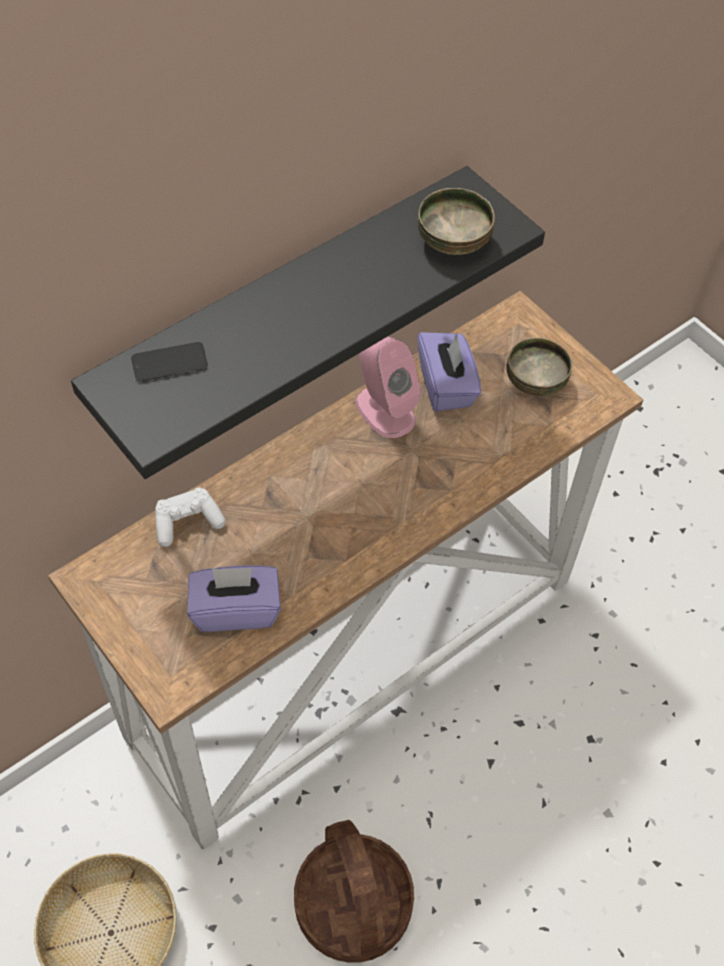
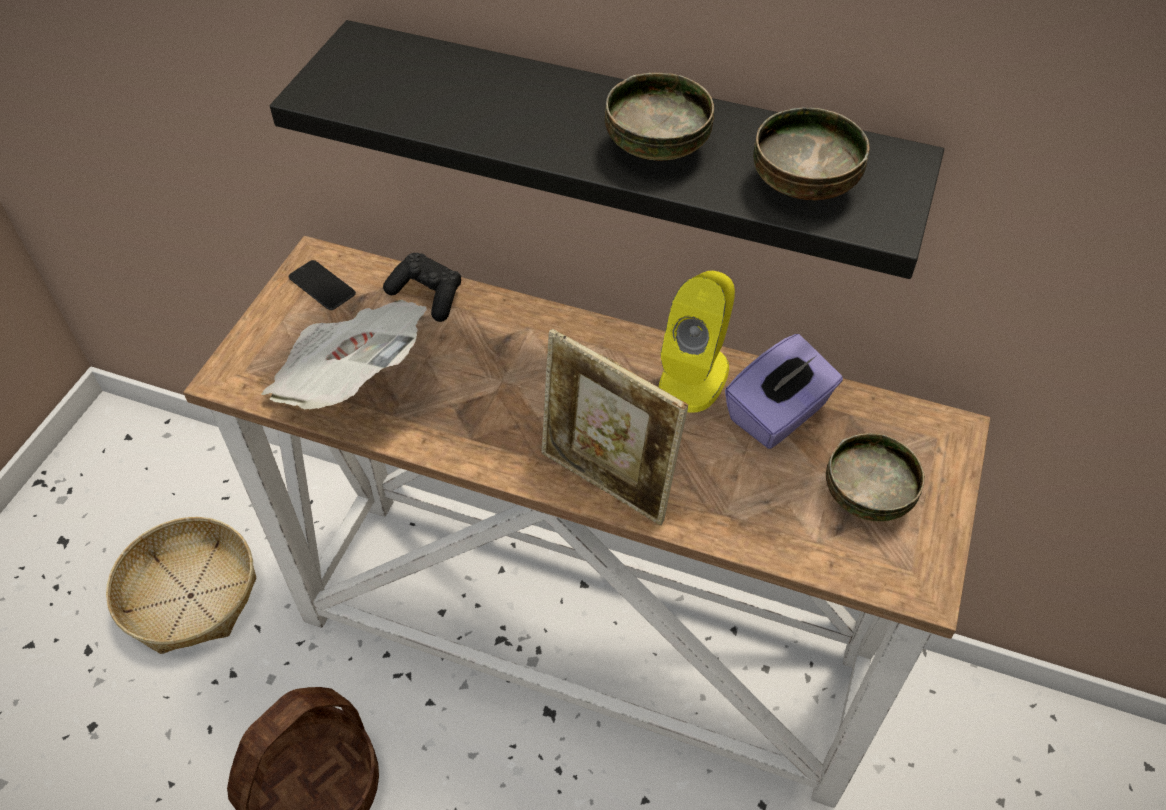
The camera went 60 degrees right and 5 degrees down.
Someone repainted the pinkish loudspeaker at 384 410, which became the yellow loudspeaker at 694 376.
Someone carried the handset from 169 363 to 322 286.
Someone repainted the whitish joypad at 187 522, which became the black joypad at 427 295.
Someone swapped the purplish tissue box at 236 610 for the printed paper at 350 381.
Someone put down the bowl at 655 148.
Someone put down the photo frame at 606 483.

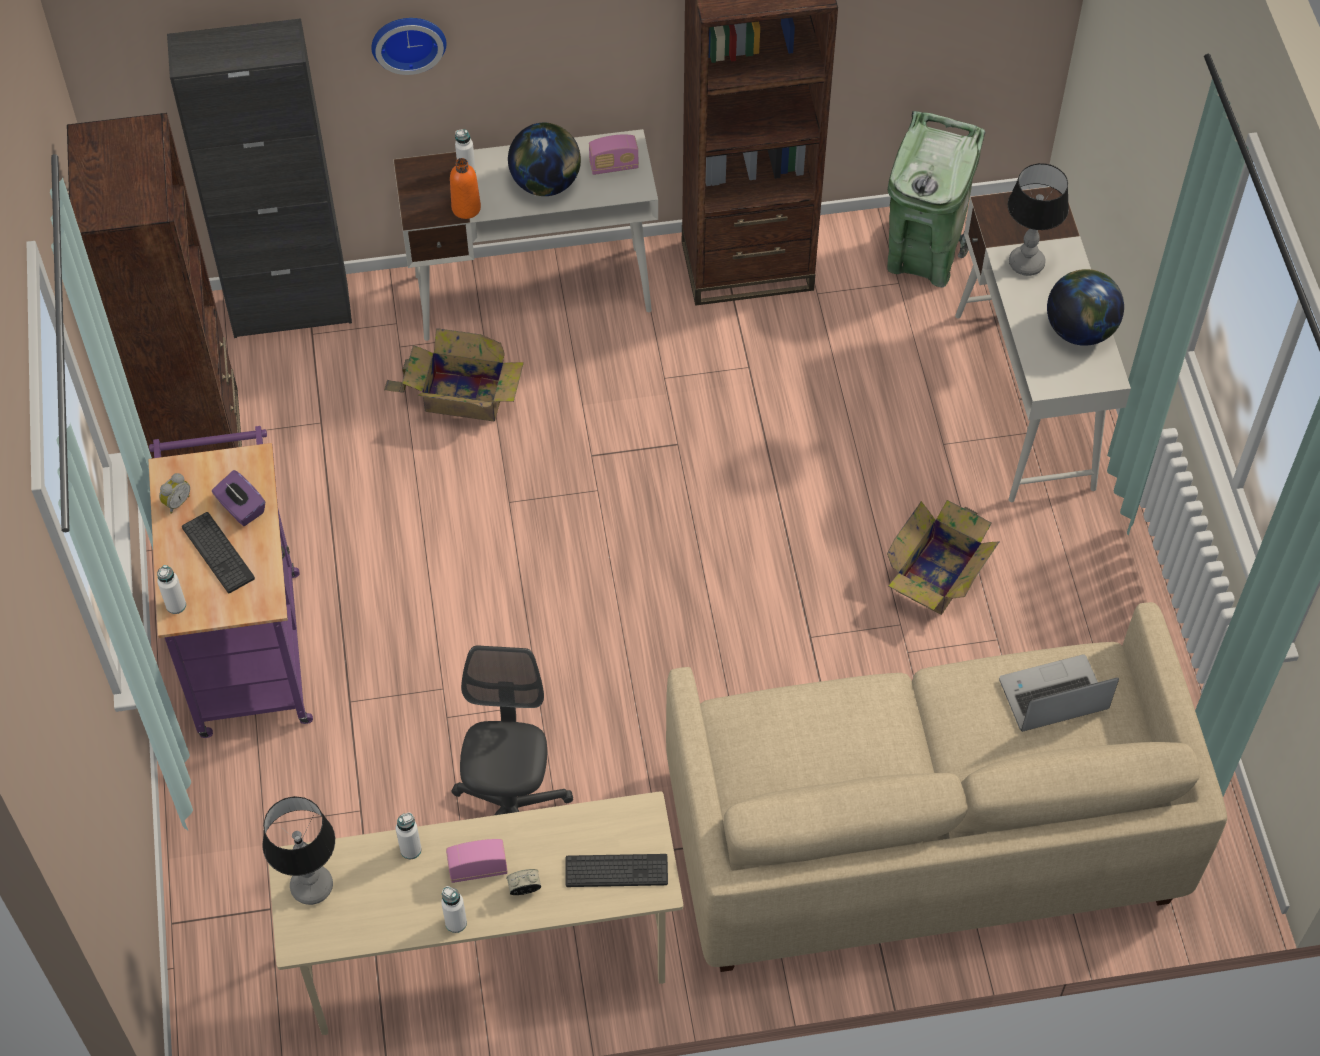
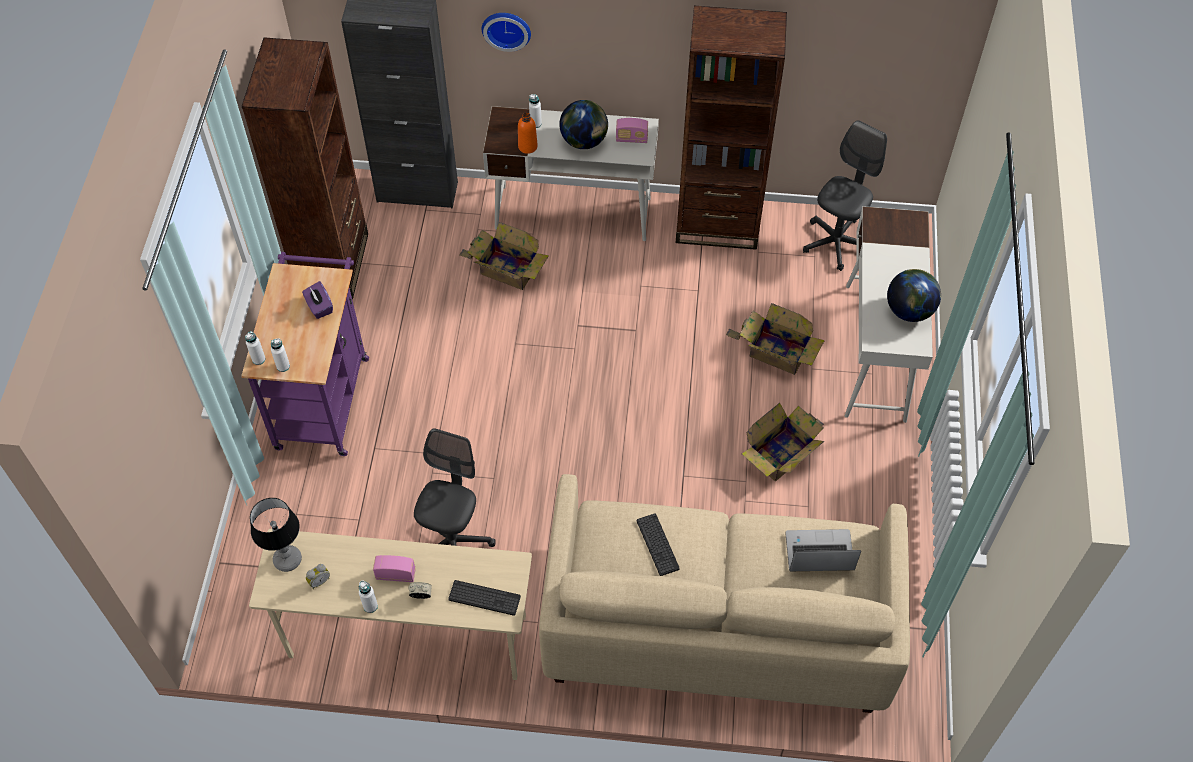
The camera went 15 degrees right and 0 degrees up.
Someone swapped the greenish waste bin at 923 257 for the grey desk chair at 836 243.
Someone took away the table lamp at 1026 262.
Someone carried the table clock from 176 502 to 319 581.
Someone carried the computer keyboard from 218 553 to 657 544.
Someone carried the whitish bottle from 410 849 to 283 366.
Someone put down the carton at 776 351.

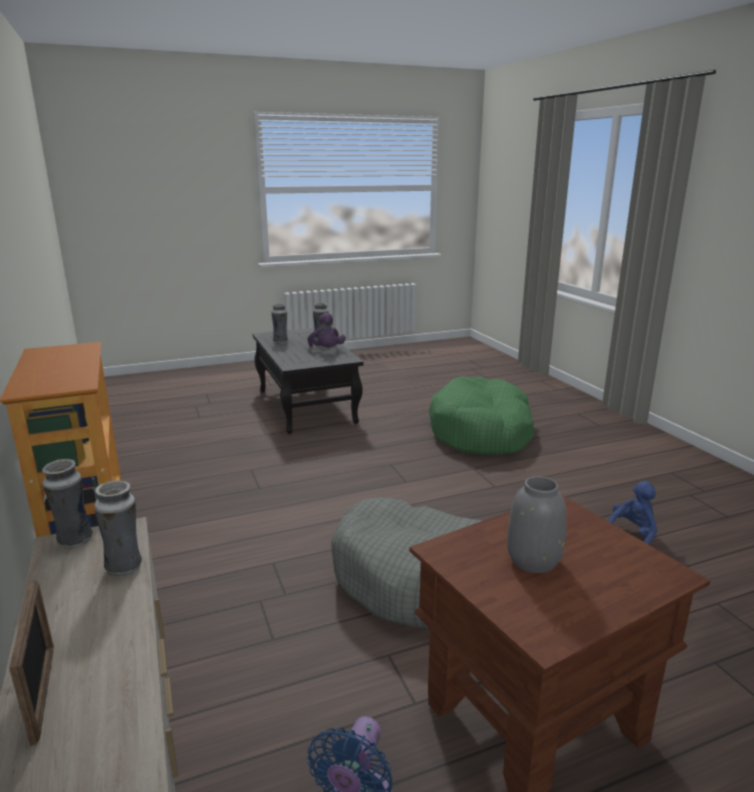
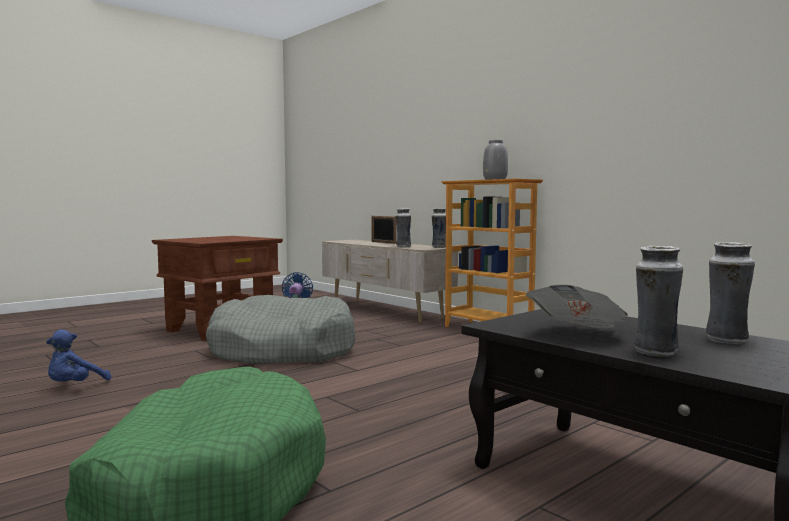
The camera went 160 degrees right and 15 degrees down.
Someone swapped the purplish soft toy at 327 350 for the printed paper at 578 335.
Someone carried the grey vase from 532 560 to 495 180.

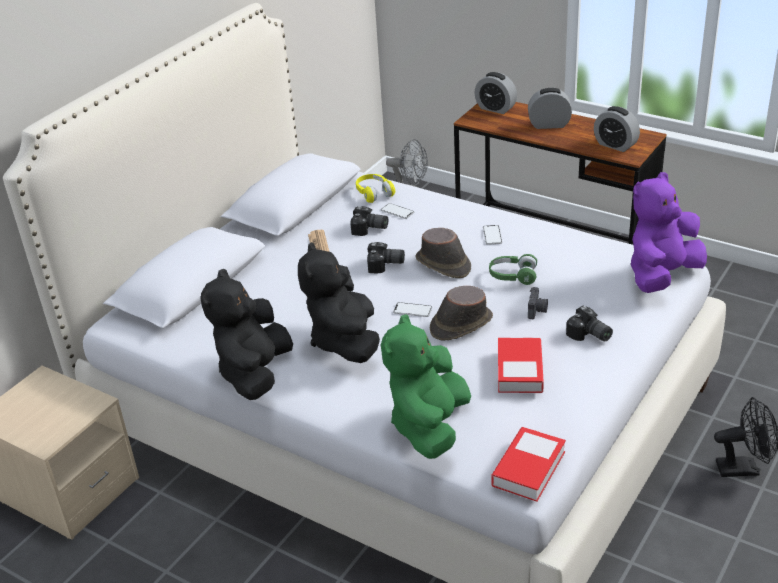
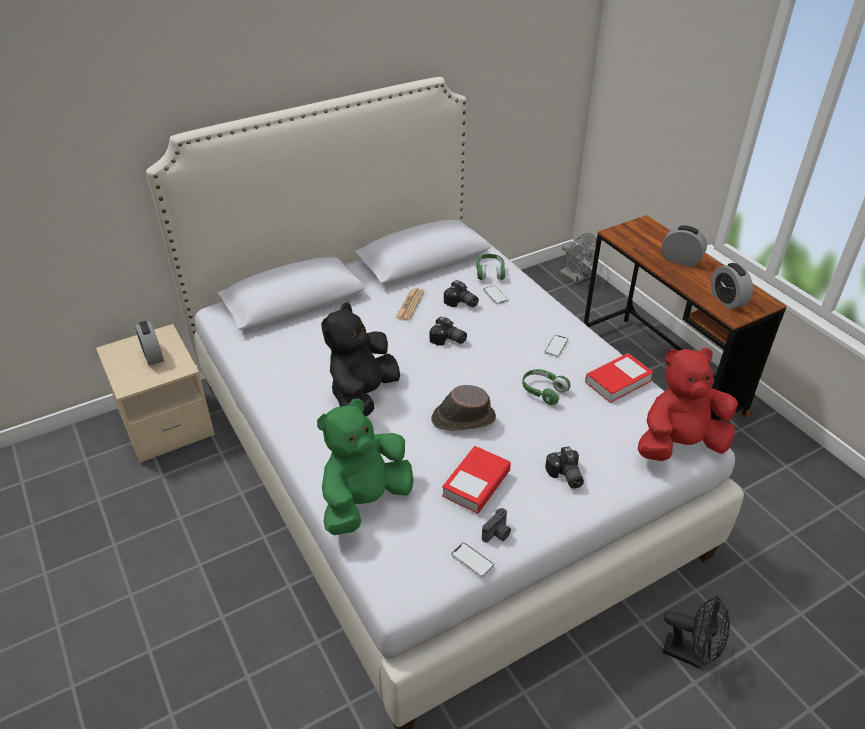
The camera went 25 degrees right and 5 degrees up.
Someone carried the table clock from 495 108 to 153 356.
Someone repainted the purplish soft toy at 661 275, which became the reddish soft toy at 679 444.
Someone repainted the yellow headset at 374 193, which became the greenish headset at 490 272.
Someone took away the brownish wearable hat at 443 265.
Someone took away the black soft toy at 255 373.
Someone carried the still camera from 537 310 to 497 534.
Someone carried the handset from 412 310 to 472 560.
Someone carried the volume from 528 469 to 618 381.

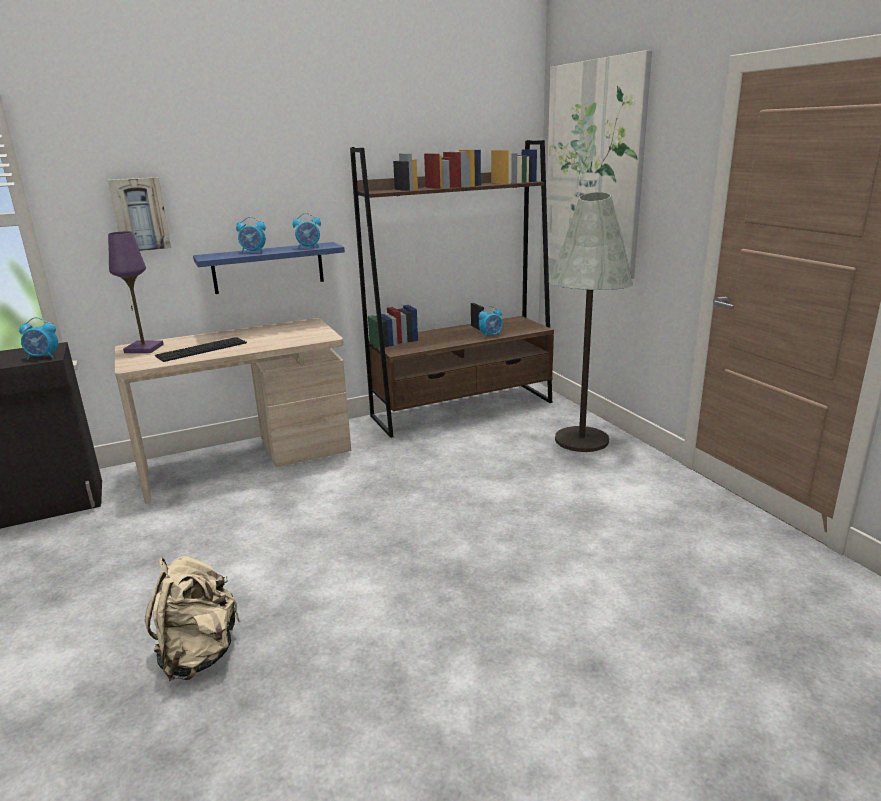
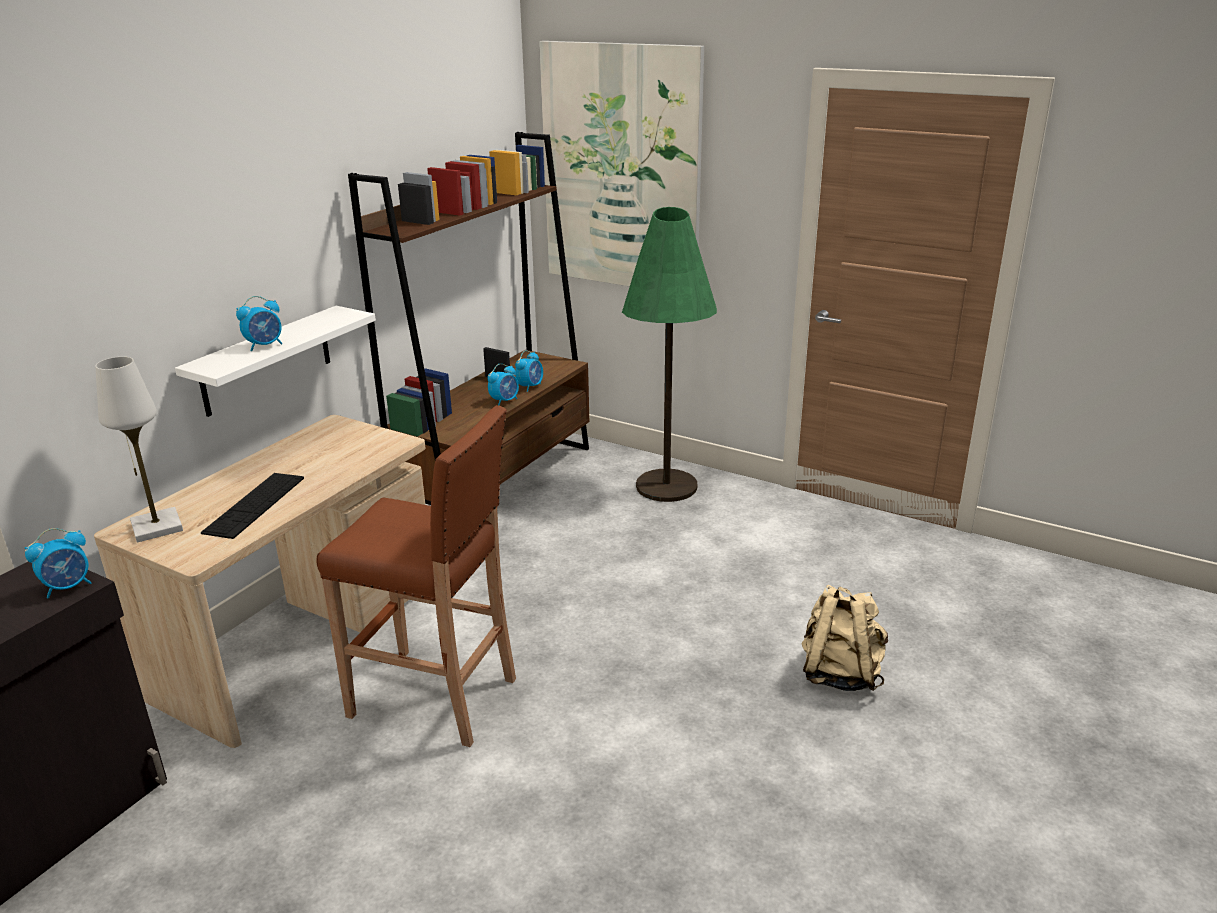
The camera went 35 degrees left and 5 degrees up.
Someone took away the picture at 140 214.
Someone repainted the grey standard lamp at 581 440, which became the greenish standard lamp at 666 486.
Someone carried the table clock from 309 247 to 505 401.
Someone repainted the purplish table lamp at 144 349, which became the whitish table lamp at 157 527.
Someone repainted the blue wall shelf at 268 268, which became the whitish wall shelf at 266 361.
Someone carried the sand-coloured knapsack from 199 654 to 839 673.
Someone put down the brownish stool at 437 698.

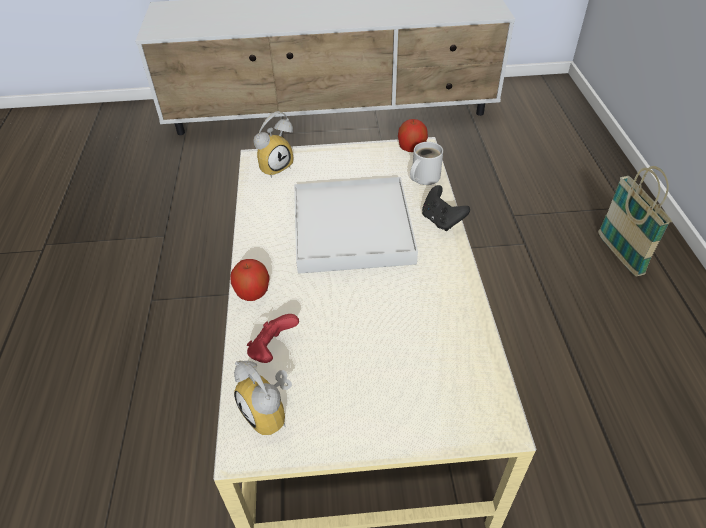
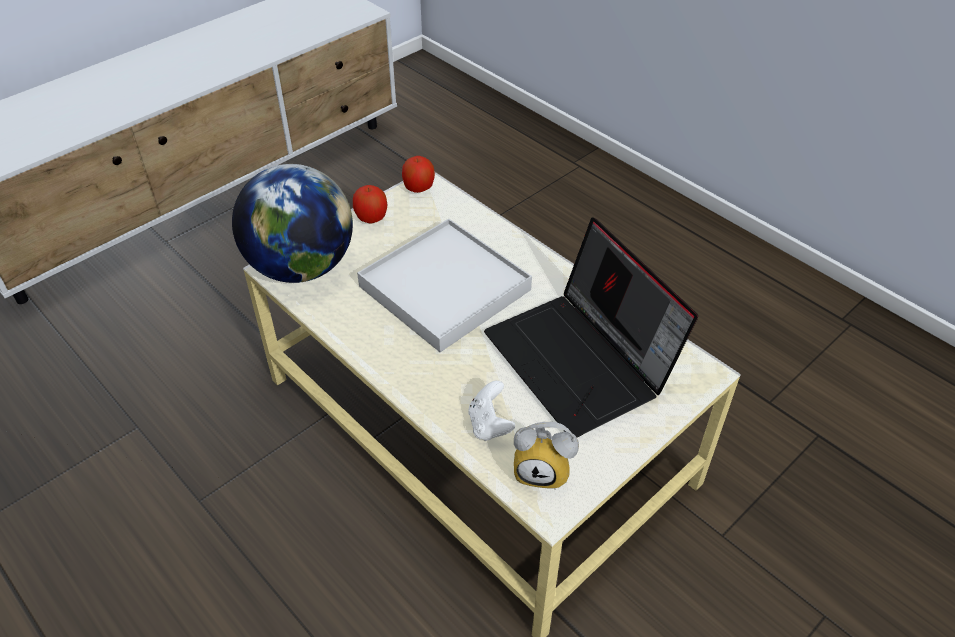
The camera went 40 degrees left and 0 degrees up.
Someone swapped the table clock at 274 166 for the globe at 301 267.
Someone took away the whitish mug at 423 177.
Someone took away the household basket at 619 255.
Someone took away the black joypad at 441 220.
Someone carried the apple fruit from 253 293 to 371 218.
Someone repainted the reddish joypad at 272 349, which became the whitish joypad at 489 425.
Someone put down the notebook computer at 582 362.

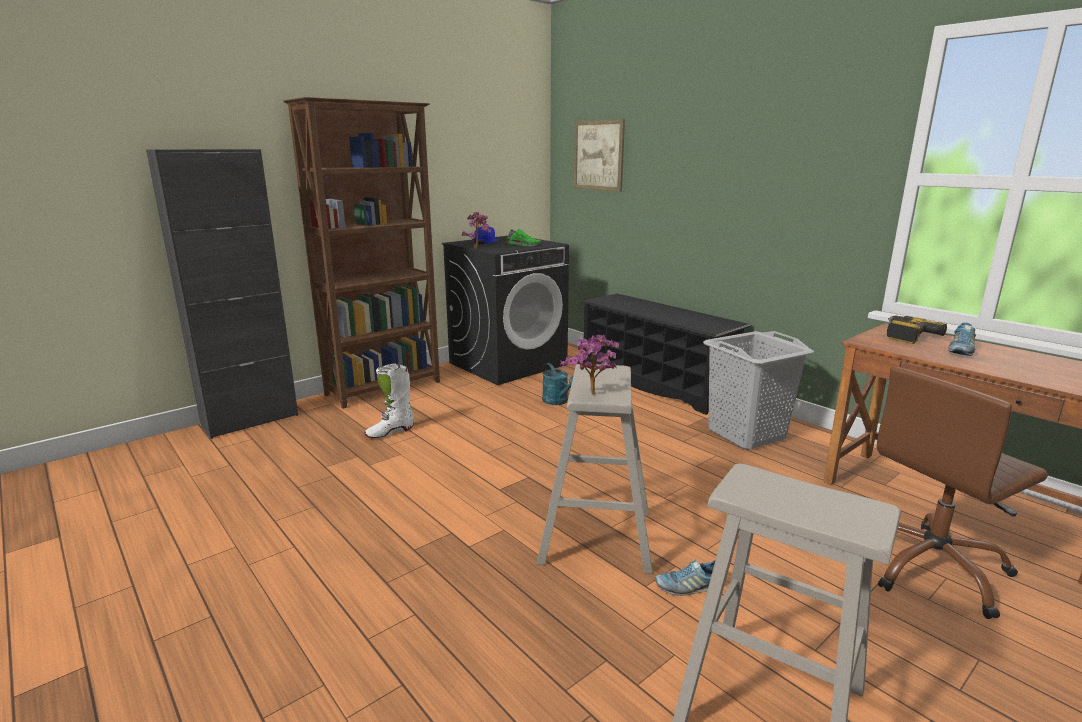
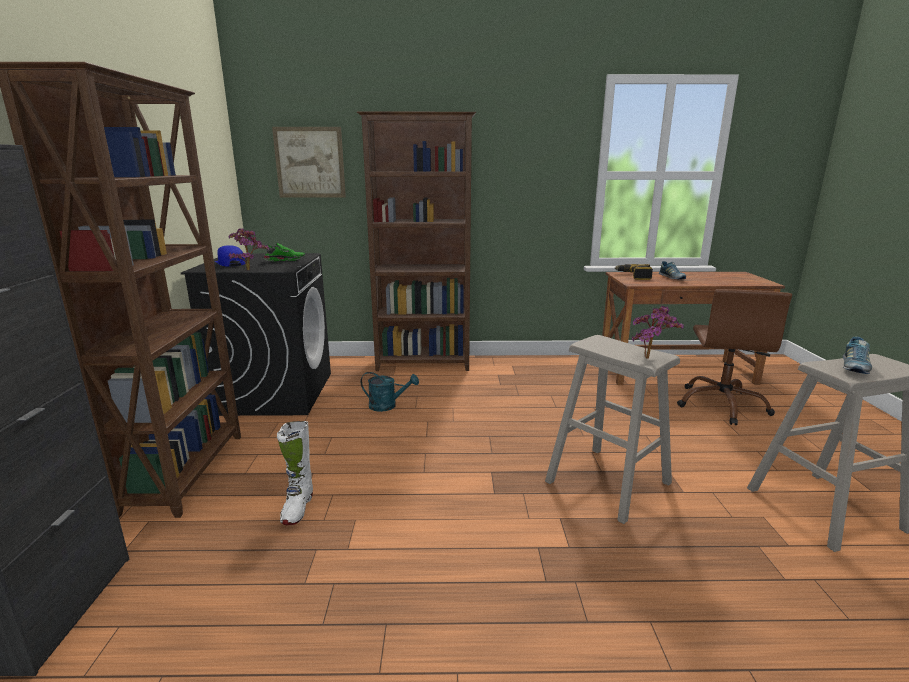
The camera went 50 degrees left and 0 degrees up.
Someone swapped the black shoe stand at 655 383 for the brownish shelving unit at 424 364.
Someone took away the grey laundry basket at 745 434.
Someone carried the low shoe from 688 587 to 854 367.

